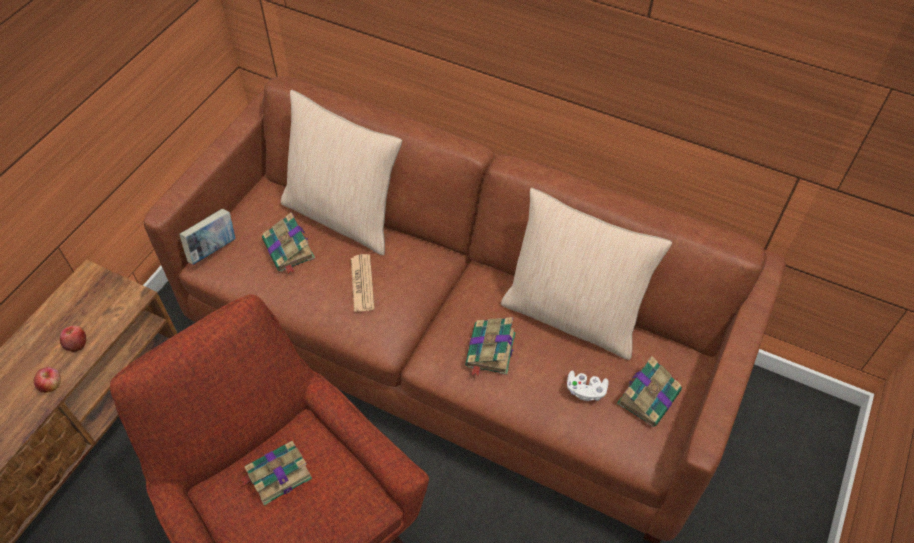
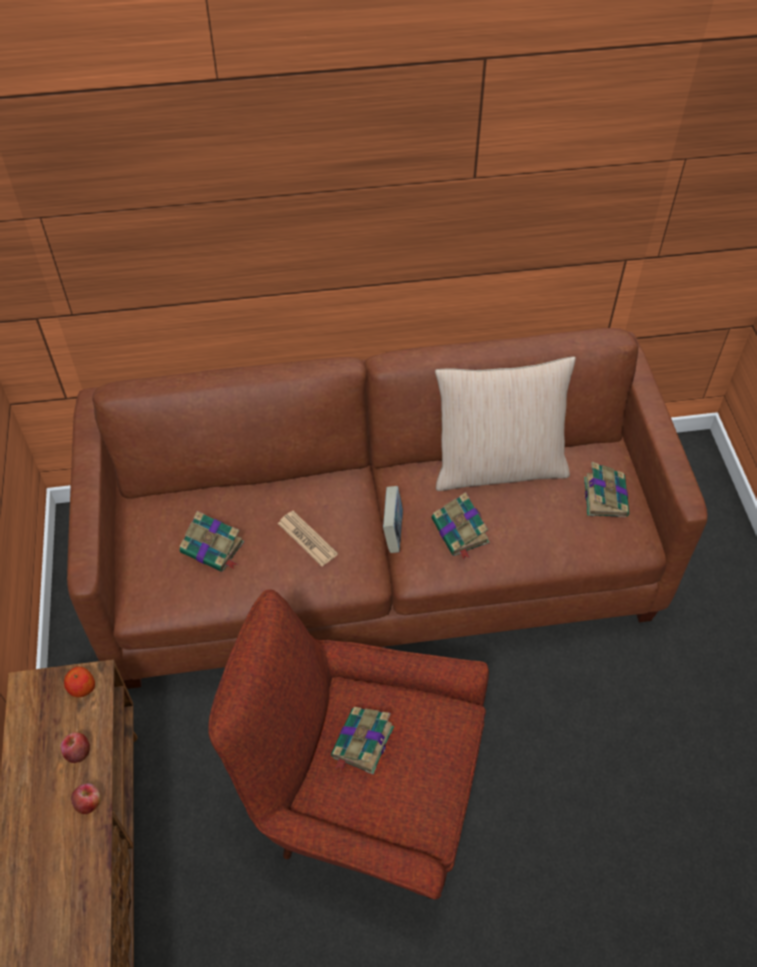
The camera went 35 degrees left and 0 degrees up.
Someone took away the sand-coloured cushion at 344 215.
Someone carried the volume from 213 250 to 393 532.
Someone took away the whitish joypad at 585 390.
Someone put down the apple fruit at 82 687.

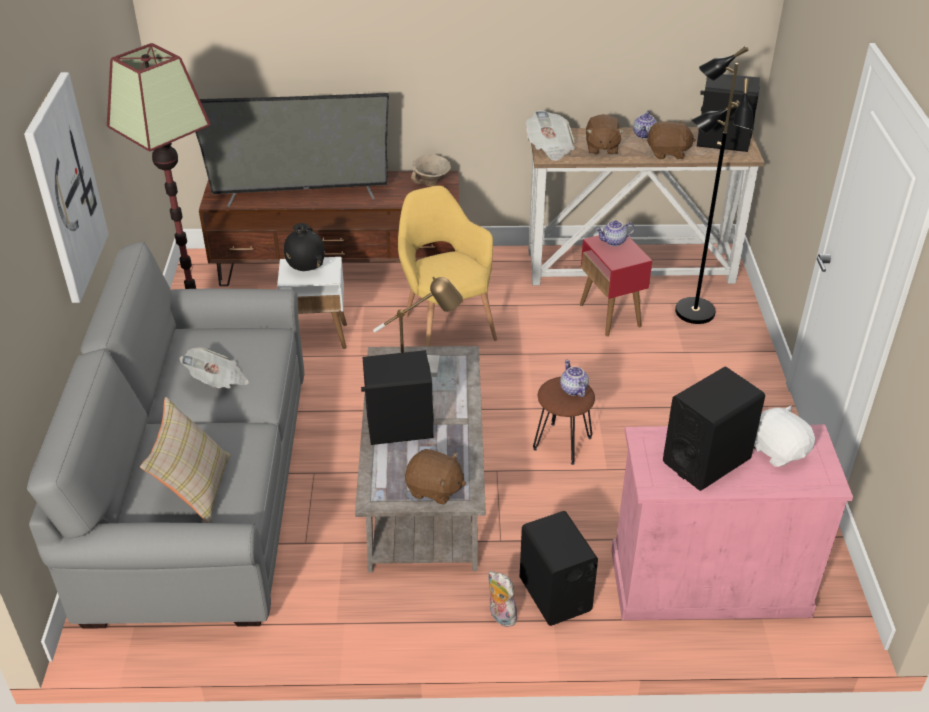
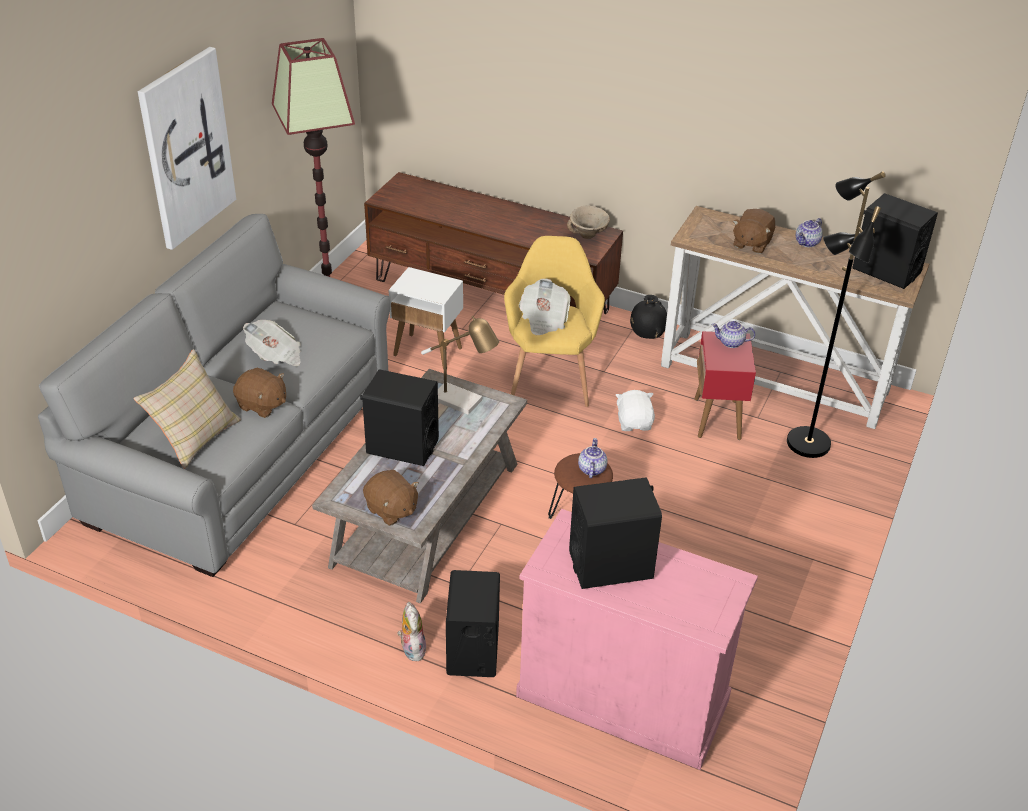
The camera went 25 degrees right and 0 degrees up.
Someone took away the TV at 300 194.
Someone carried the printed paper from 549 148 to 543 320.
Someone carried the brownish soft toy from 668 153 to 262 405.
Someone carried the black vase from 306 268 to 646 336.
Someone carried the whitish soft toy from 778 450 to 634 423.

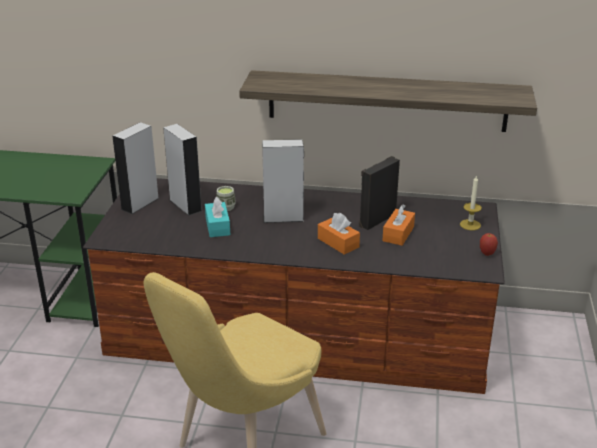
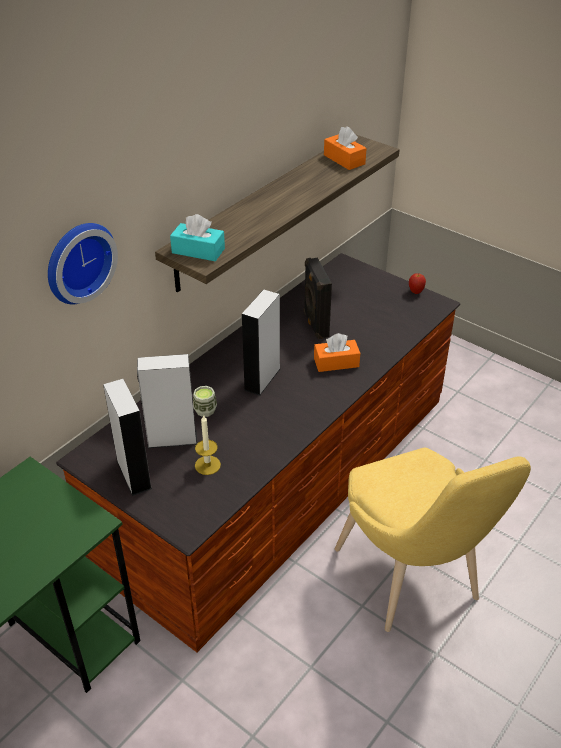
The camera went 60 degrees left and 10 degrees up.
Someone carried the candle from 470 225 to 207 465.
Someone carried the blue-green tissue box from 217 226 to 198 251.
Someone carried the orange tissue box from 398 234 to 344 159.
Someone put up the wall clock at 77 261.

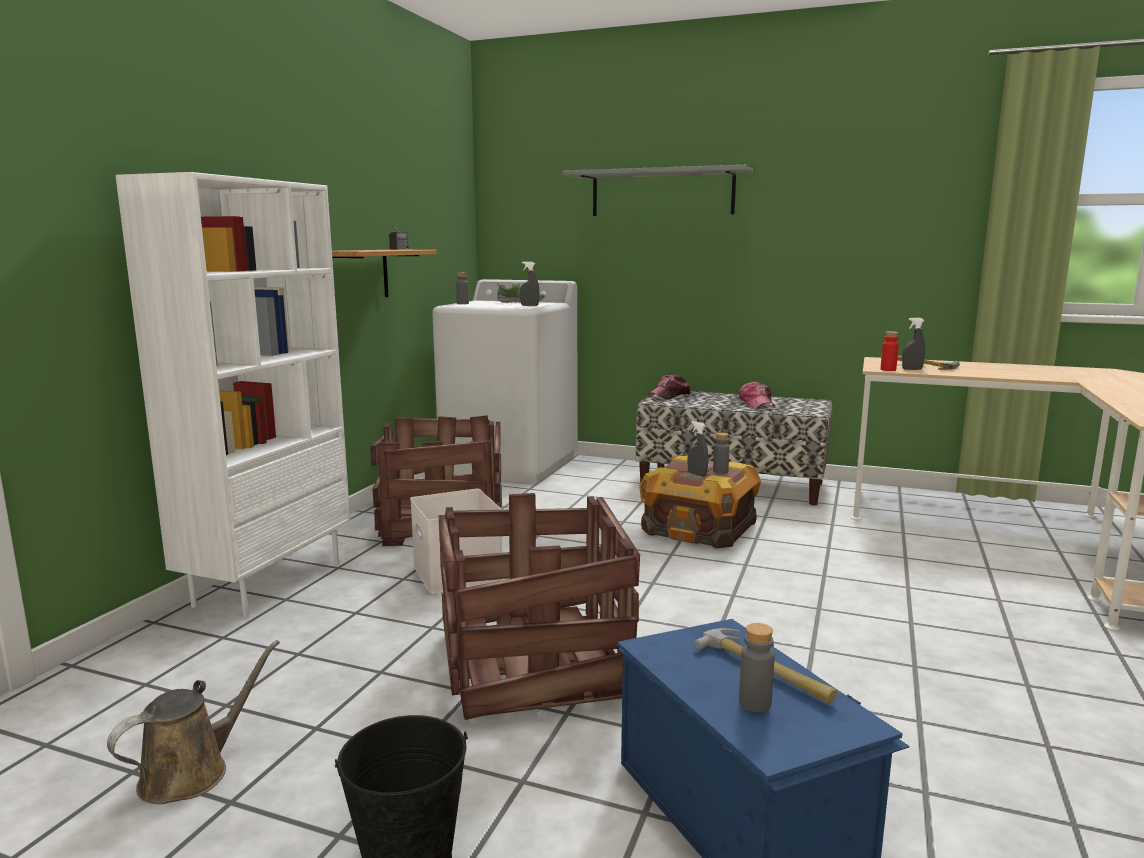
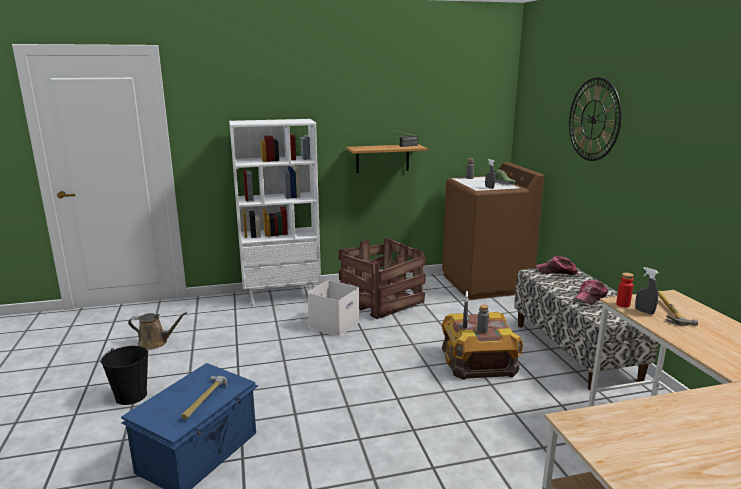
The camera went 55 degrees right and 5 degrees up.
Someone swapped the grey wall shelf at 662 193 for the wall clock at 593 119.
Someone repainted the whitish laundry machine at 511 464, which became the brownish laundry machine at 485 283.
Someone took away the packing crate at 534 662.
Someone took away the grey bottle at 755 703.

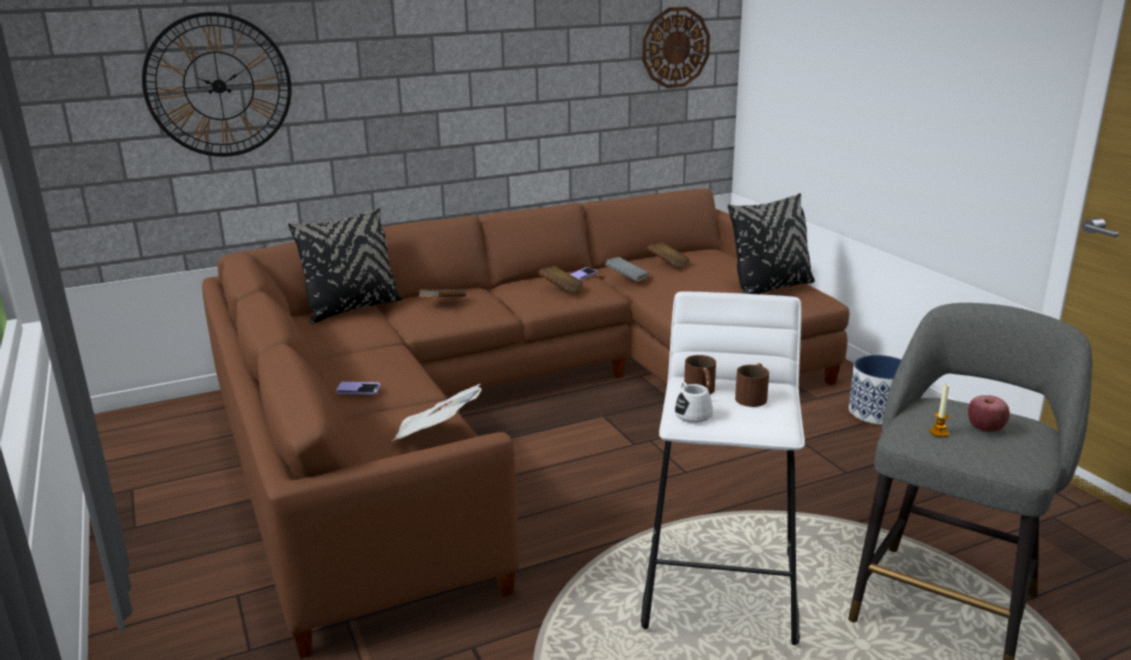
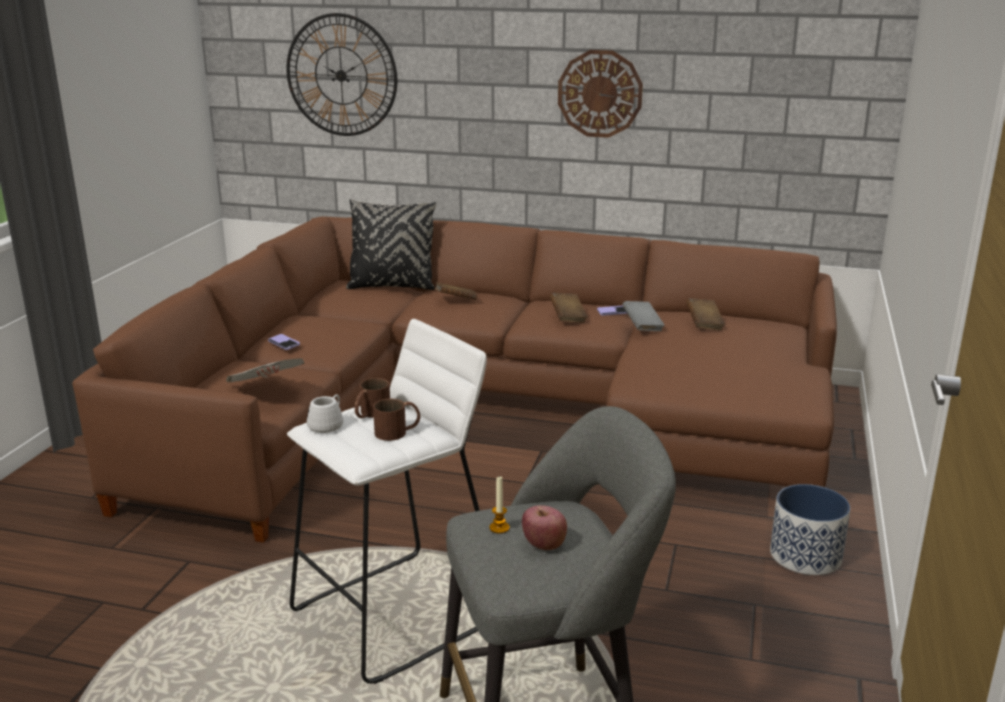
The camera went 40 degrees right and 0 degrees up.
Someone carried the wall clock from 675 47 to 600 94.
Someone took away the black cushion at 770 288.

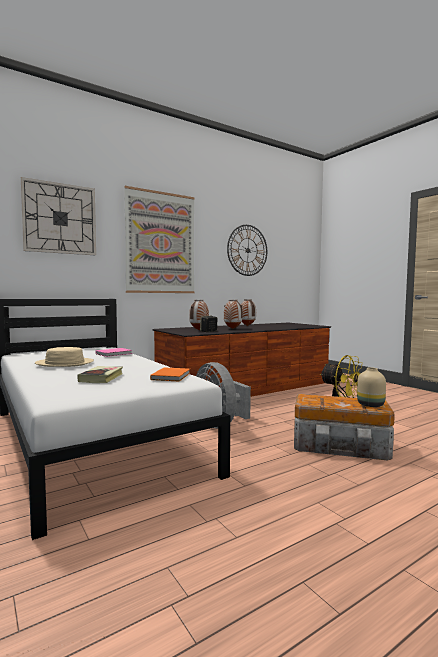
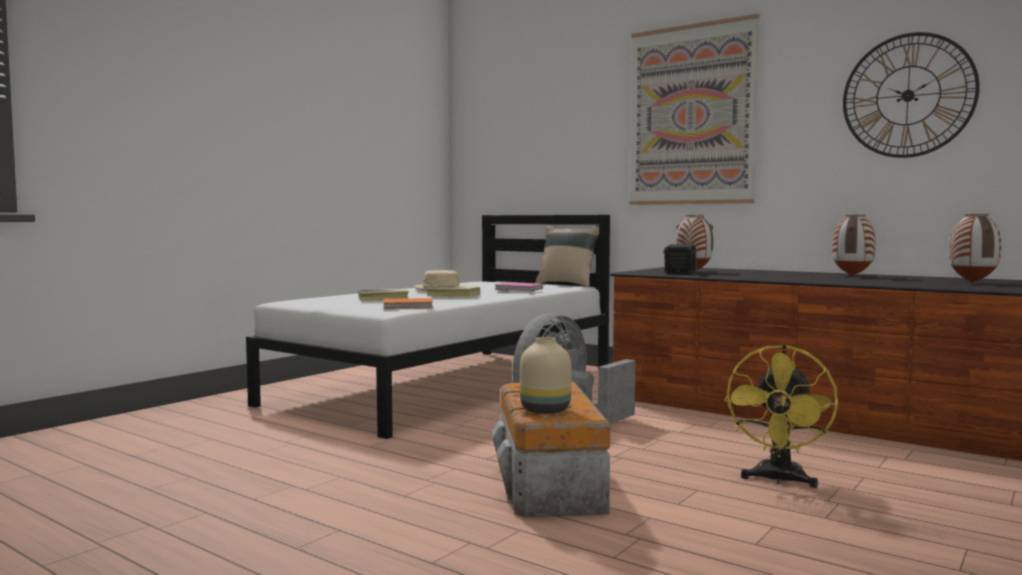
The camera went 70 degrees right and 0 degrees up.
Someone took away the wall clock at 60 218.
Someone carried the vase from 232 329 to 971 282.
Someone put down the sand-coloured cushion at 567 284.
Someone put down the volume at 453 295.

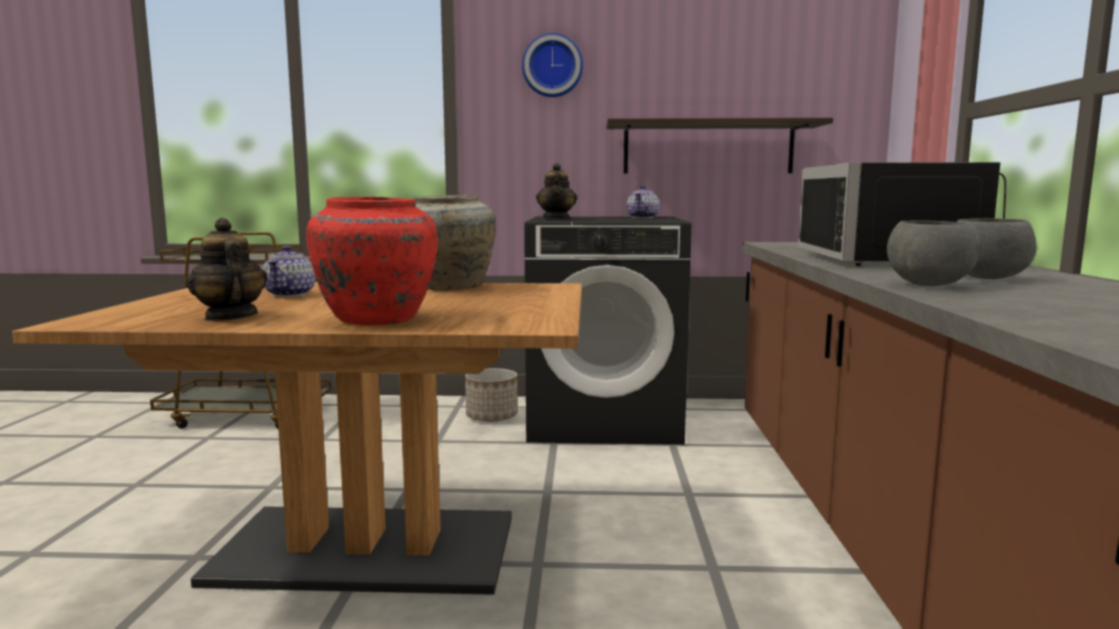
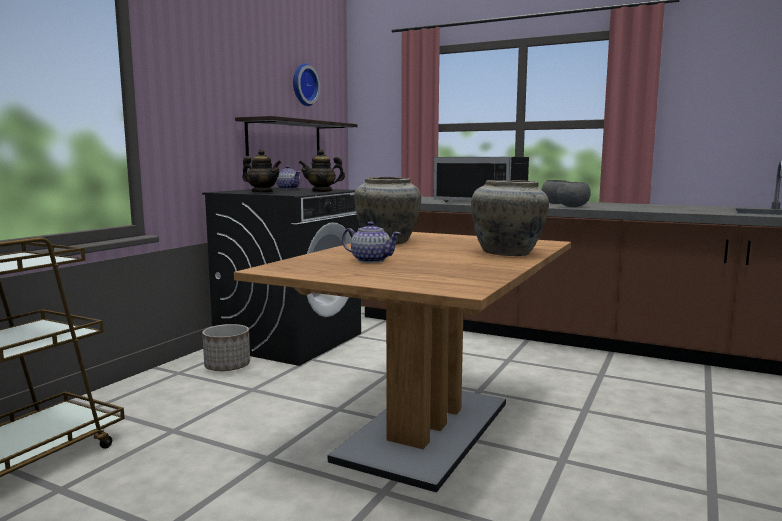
The camera went 65 degrees left and 0 degrees up.
Someone carried the wall clock from 552 66 to 303 85.
Someone repainted the reddish vase at 376 320, which became the sand-coloured vase at 508 254.
Someone carried the teapot from 230 317 to 322 191.

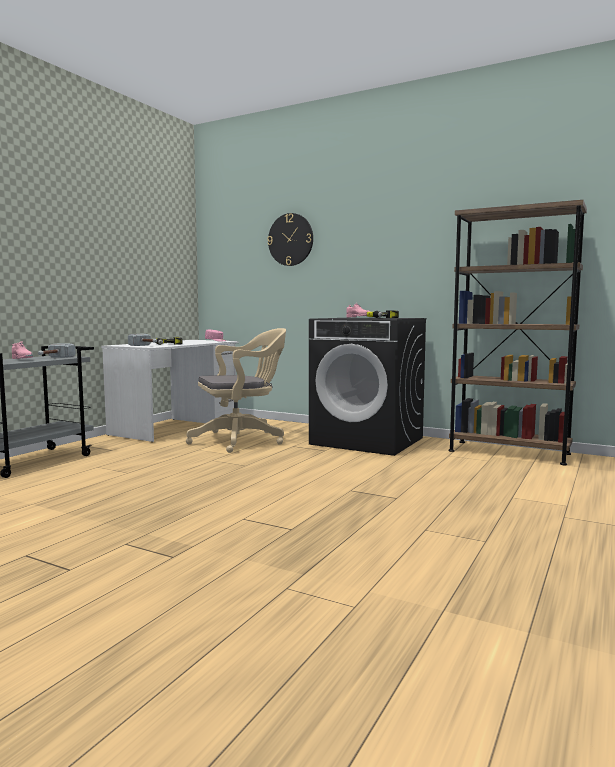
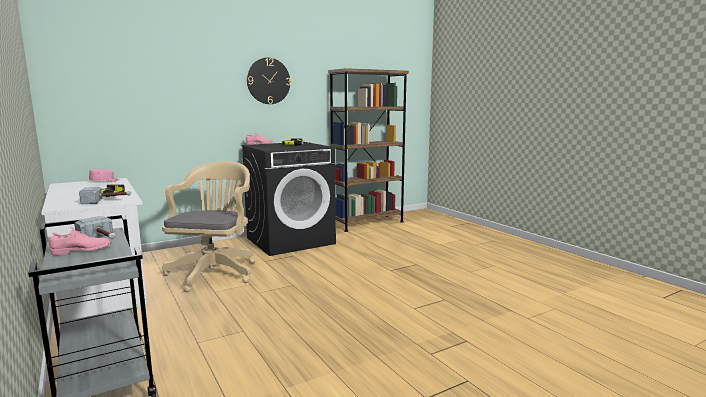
The camera went 60 degrees left and 5 degrees up.
Someone carried the wall clock from 290 239 to 268 81.

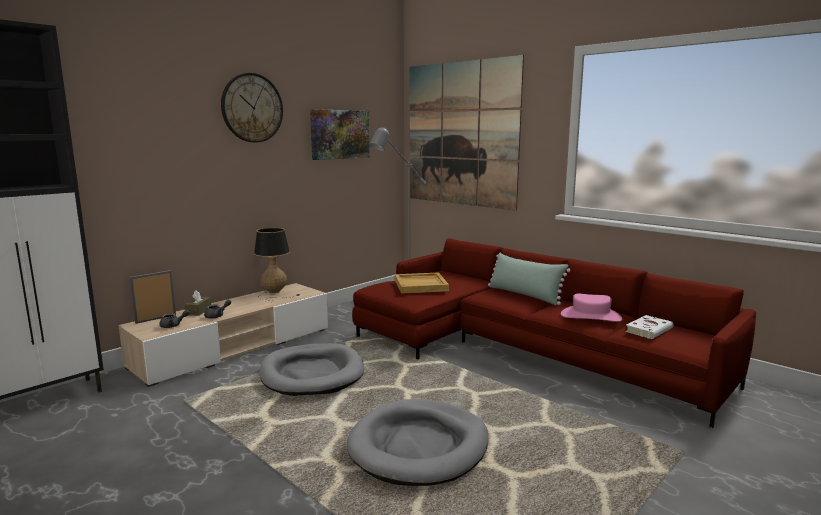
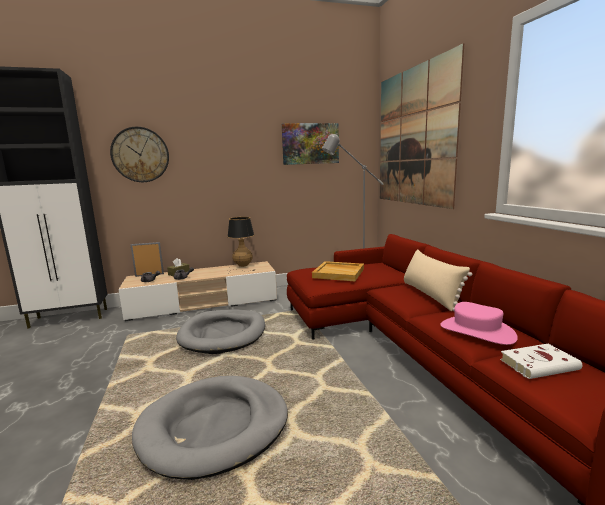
The camera went 30 degrees right and 0 degrees up.
Someone carried the wall clock from 252 108 to 140 155.
Someone repainted the greenish cushion at 524 295, which became the sand-coloured cushion at 430 295.

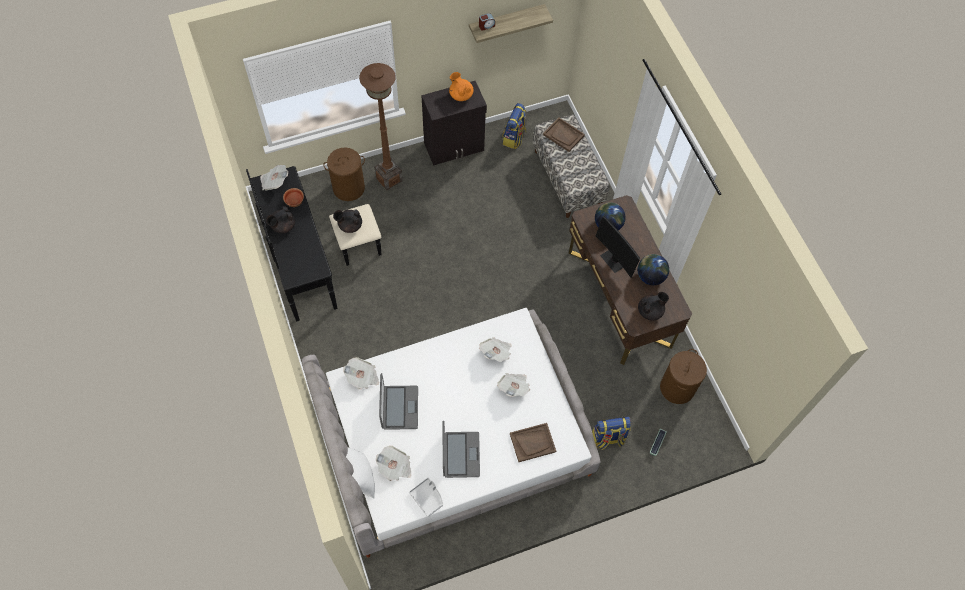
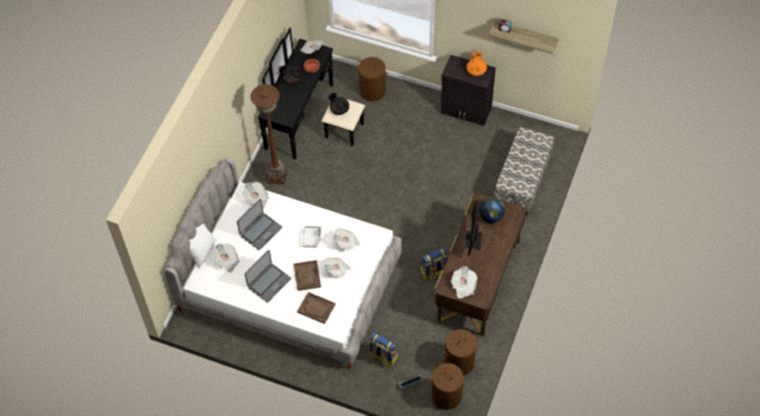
The camera went 45 degrees right and 5 degrees down.
Someone carried the brownish standard lamp from 389 179 to 277 177.
Someone carried the knapsack from 514 138 to 434 272.
Someone carried the brownish serving tray from 563 135 to 307 276.
Someone took away the globe at 650 276.
Someone swapped the black teapot at 650 311 for the printed paper at 463 286.
Someone carried the grey serving tray from 427 498 to 312 238.
Someone put down the brownish laundry basket at 447 396.

